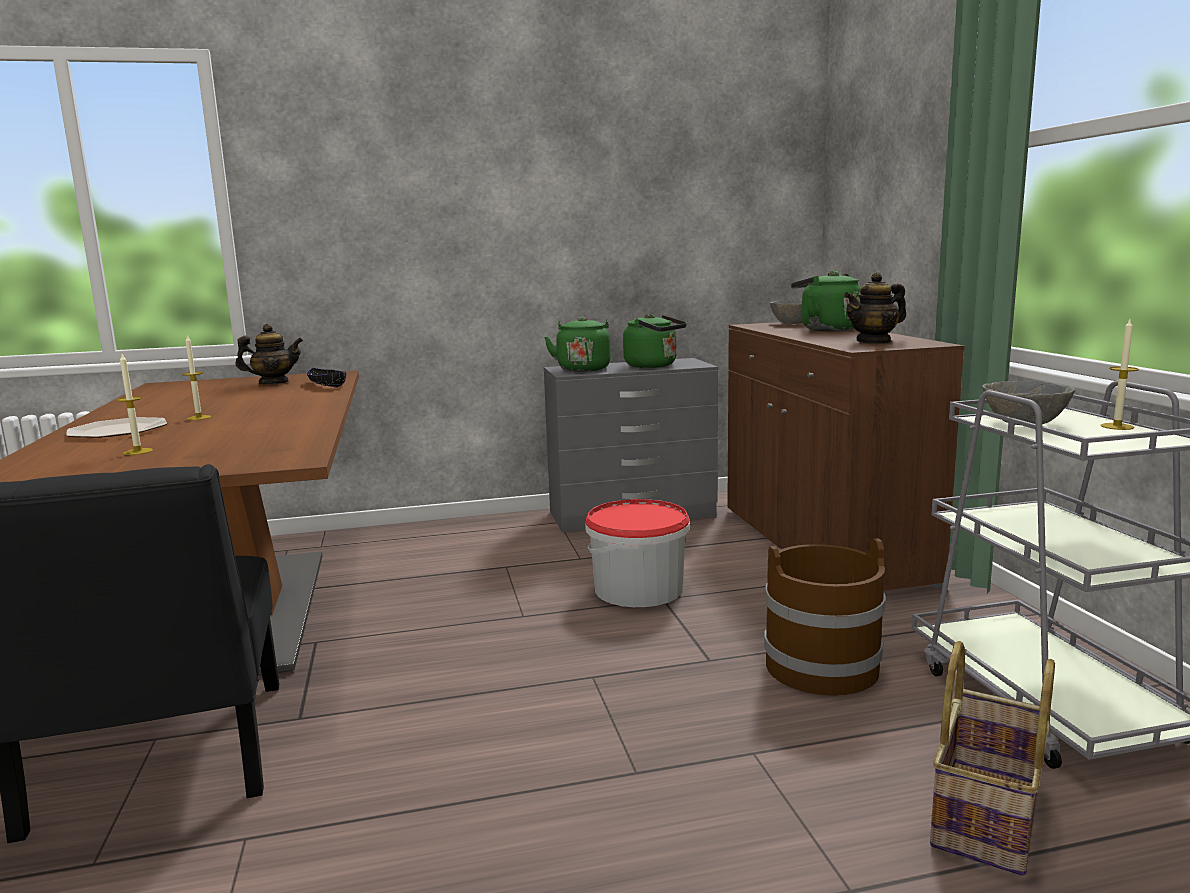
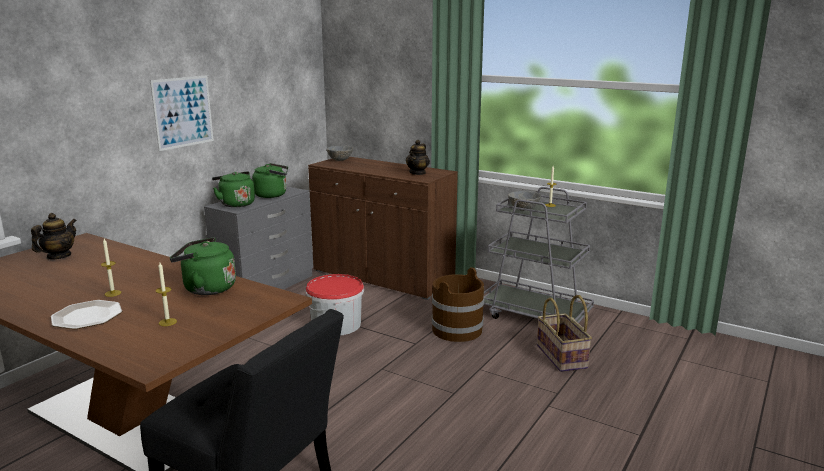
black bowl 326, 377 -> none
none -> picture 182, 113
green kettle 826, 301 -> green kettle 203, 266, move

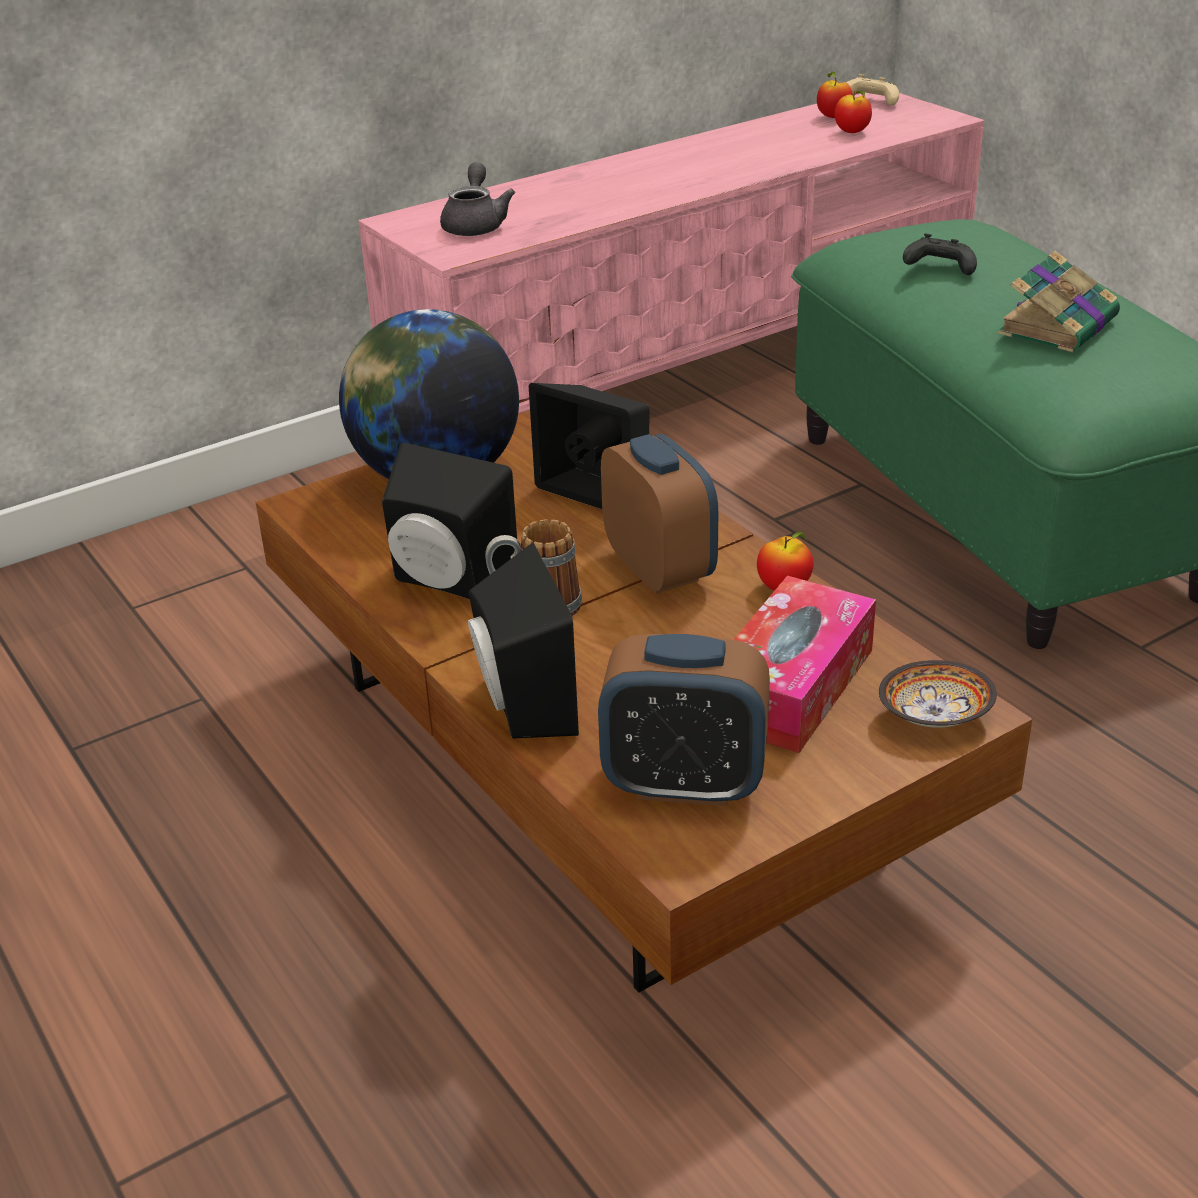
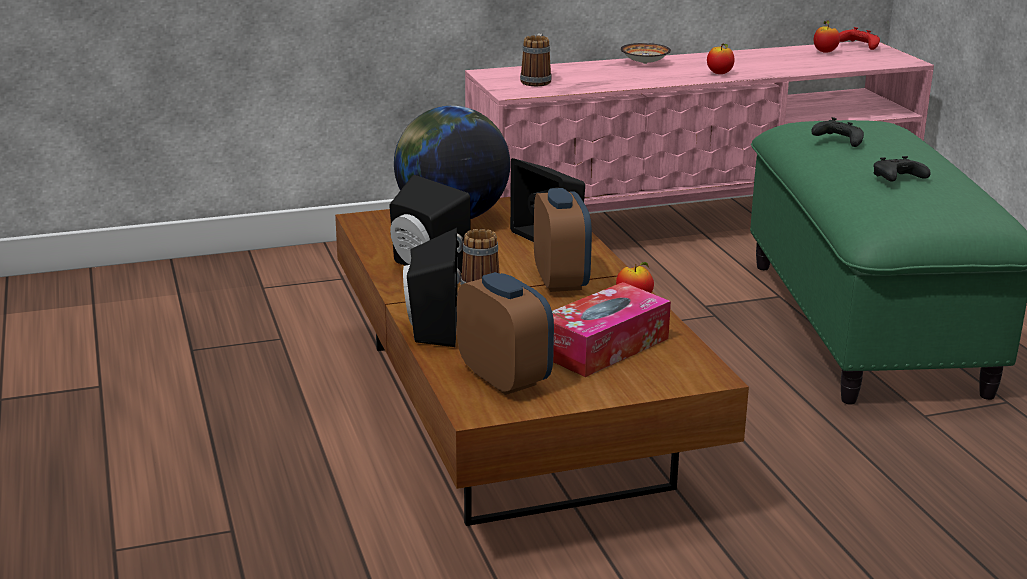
apple 853, 112 -> apple 721, 59, move
bowl 938, 694 -> bowl 645, 53, move
grey teapot 477, 199 -> mug 536, 60
book 1058, 301 -> black game controller 902, 169
beige game controller 872, 89 -> red game controller 859, 38
alarm clock 684, 720 -> alarm clock 505, 333, 150 degrees counterclockwise

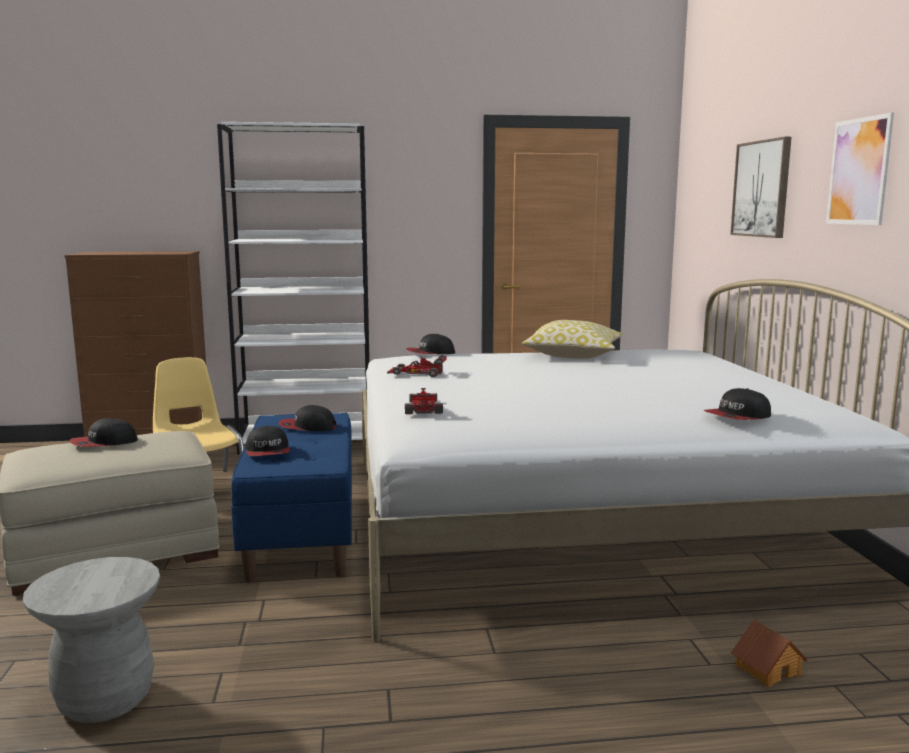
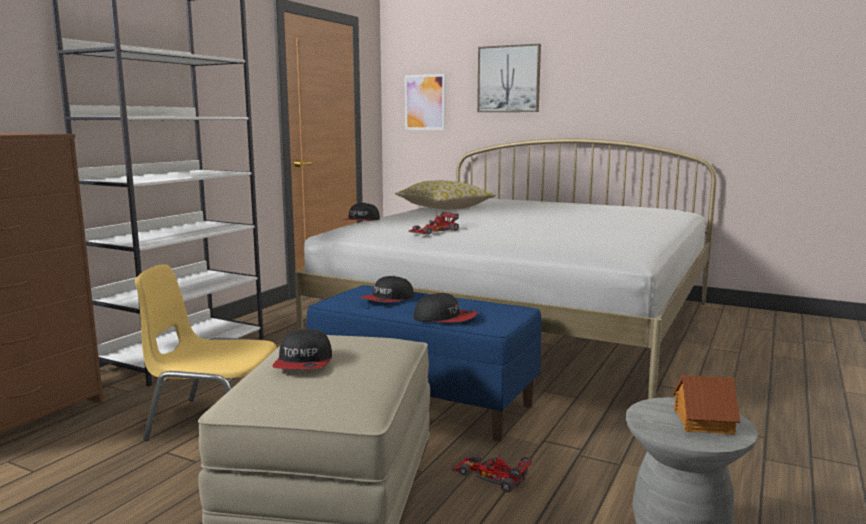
cap 737, 404 -> none
toy car 424, 401 -> toy car 492, 473, move
toy house 769, 653 -> toy house 706, 405, move
picture 860, 169 -> picture 425, 102, move

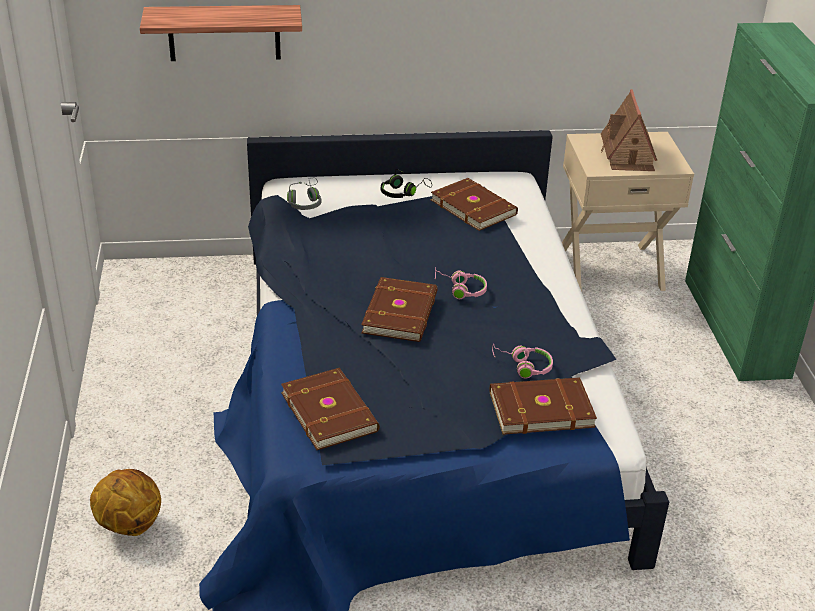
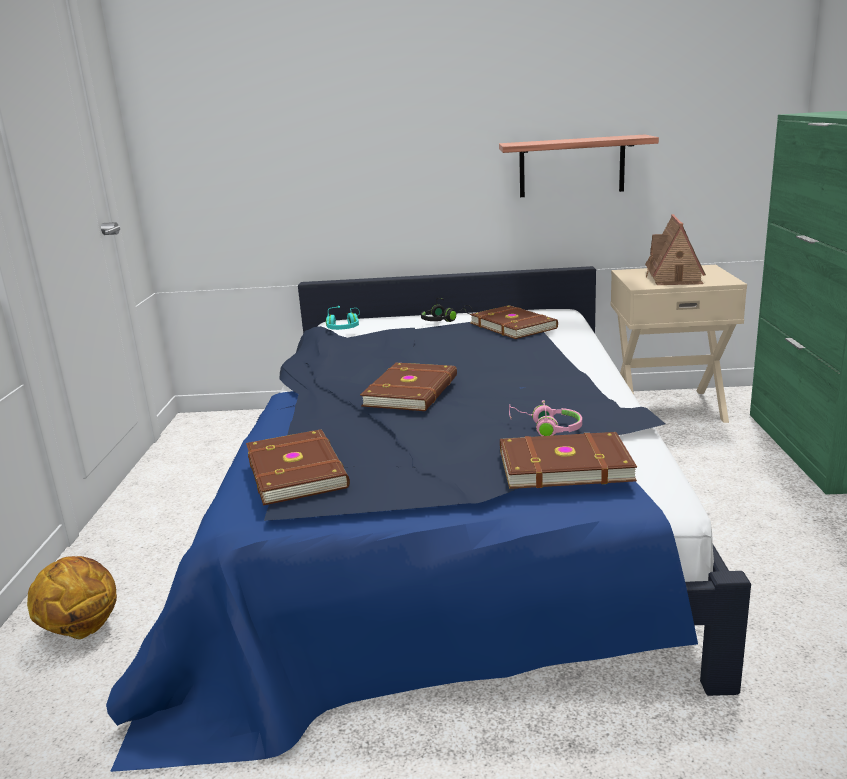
pink headphones 461, 283 -> none
shelf 221, 33 -> shelf 579, 166, move
grey headphones 304, 193 -> turquoise headphones 343, 318

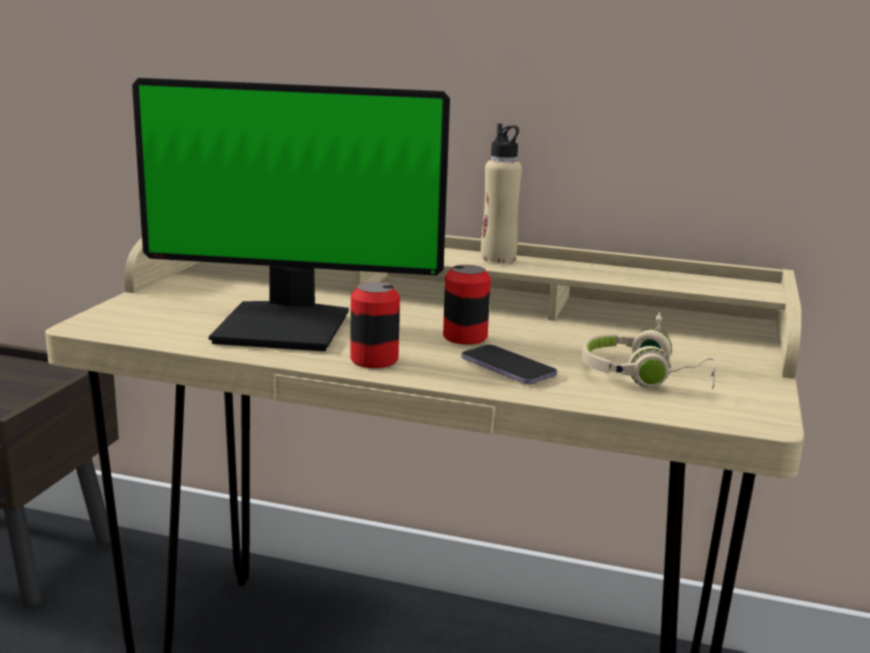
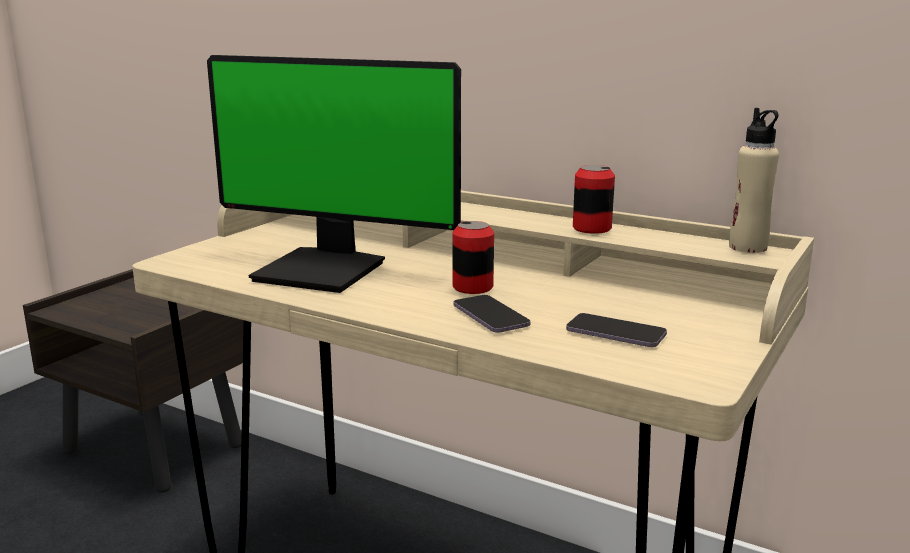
can 375, 325 -> can 594, 199, move
beige bottle 501, 193 -> beige bottle 754, 180, move
beige headphones 649, 350 -> phone 616, 330

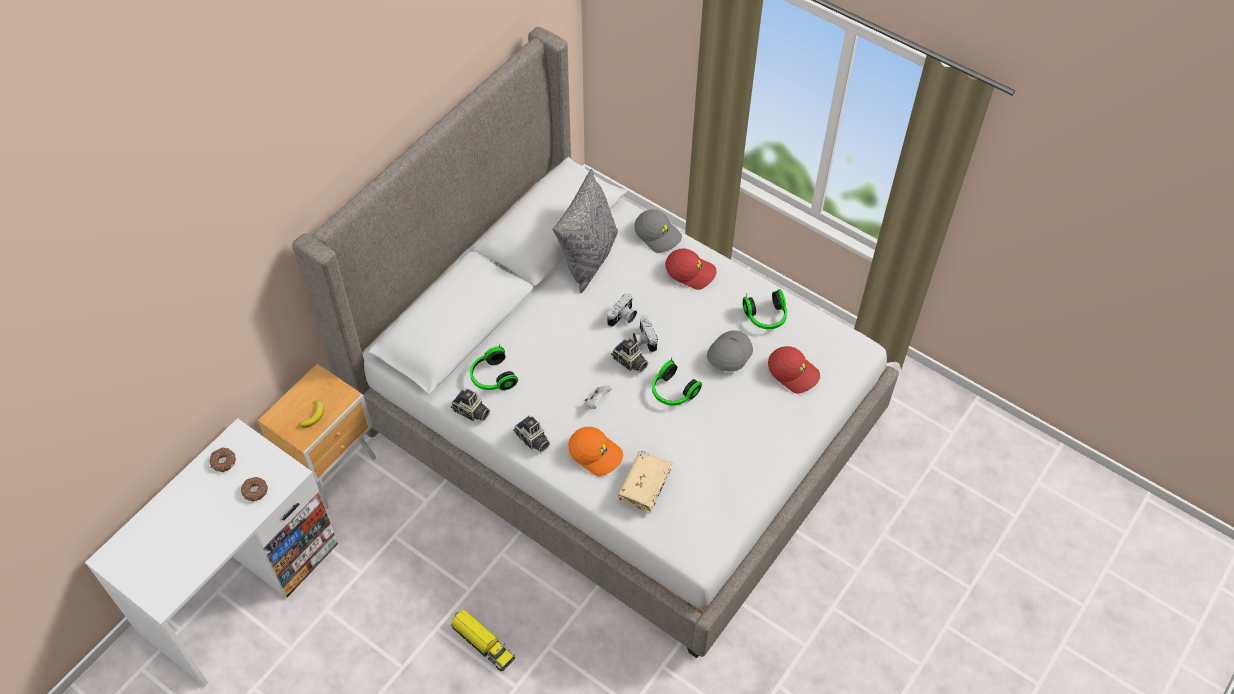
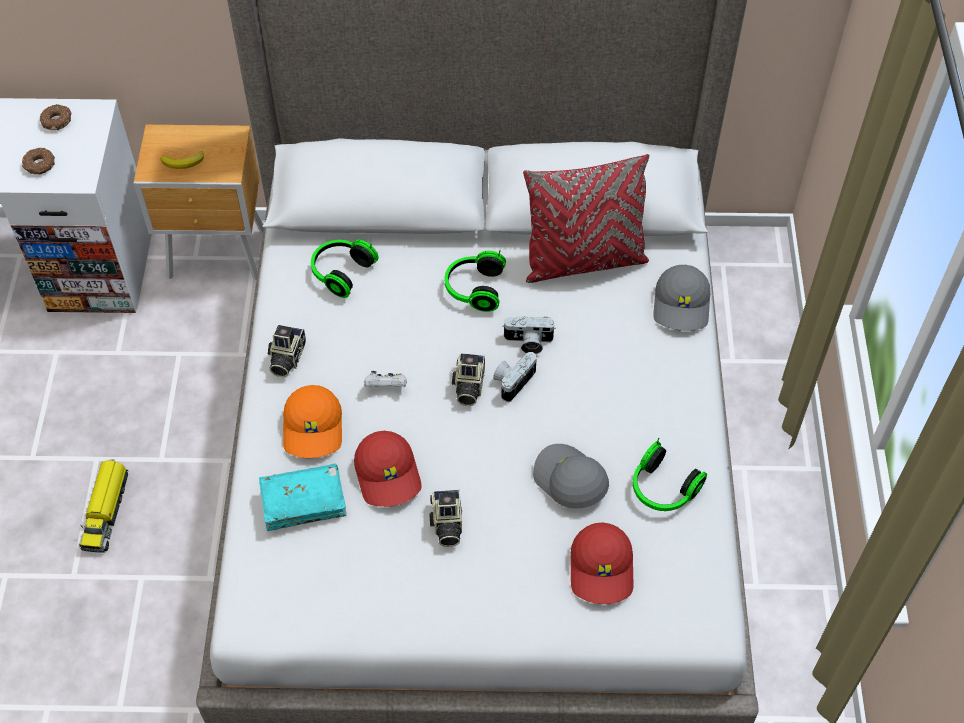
photo camera 470, 405 -> photo camera 445, 518, move
headphones 677, 381 -> headphones 475, 281, move
red cap 691, 269 -> red cap 388, 469, move
grey pillow 585, 231 -> red pillow 586, 218
beige book 644, 482 -> turquoise book 302, 497
grey cap 730, 351 -> grey cap 571, 476, 120 degrees counterclockwise

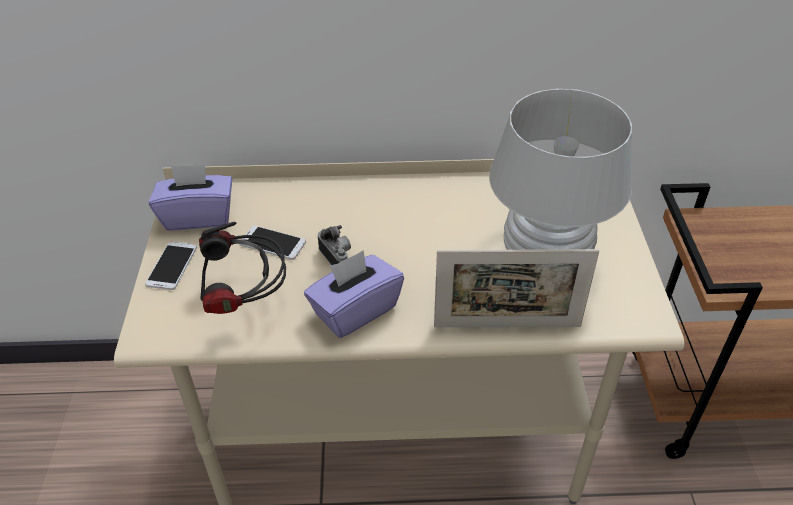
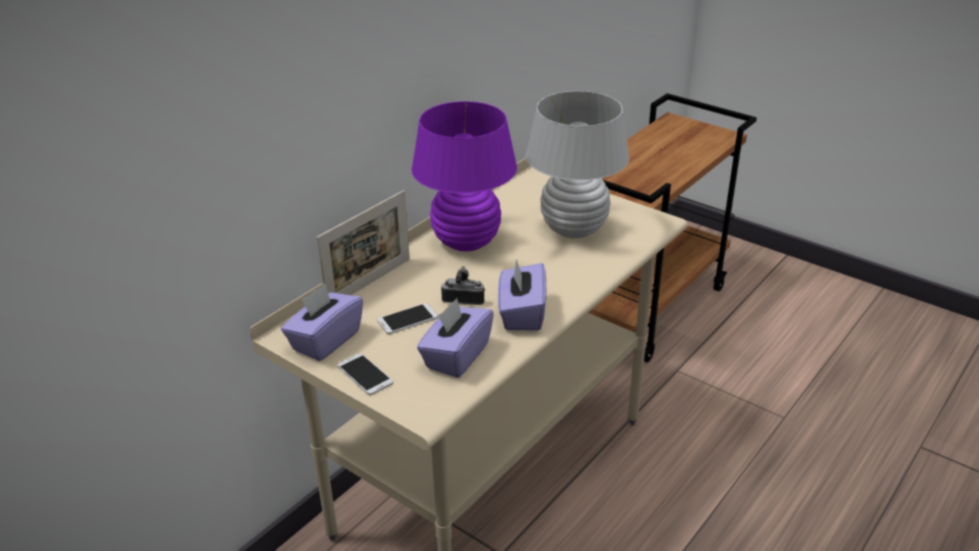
none -> purple table lamp 464, 176
picture frame 516, 288 -> picture frame 363, 242, move
headphones 242, 268 -> purple tissue box 455, 338

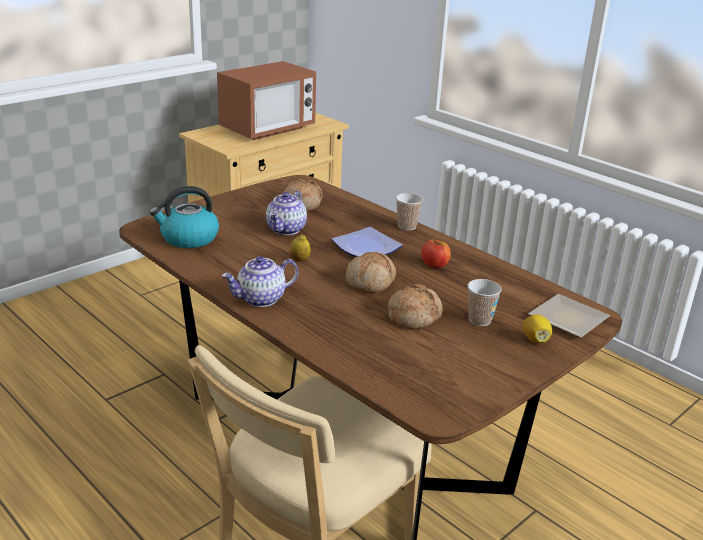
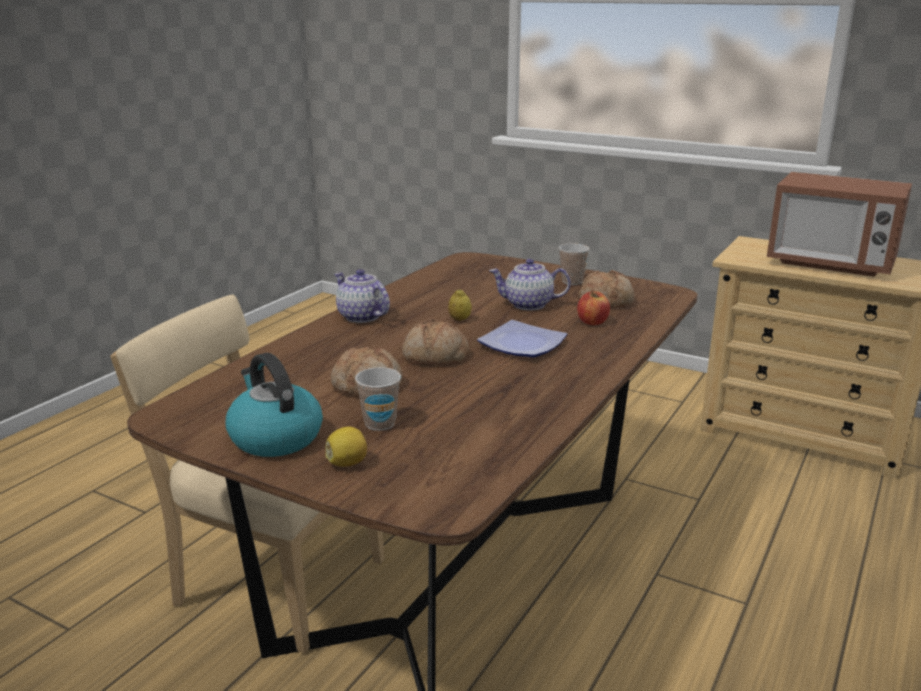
plate 569, 316 -> none
kettle 184, 217 -> kettle 274, 405, move
cup 409, 212 -> cup 574, 264, move
apple 436, 253 -> apple 593, 307, move

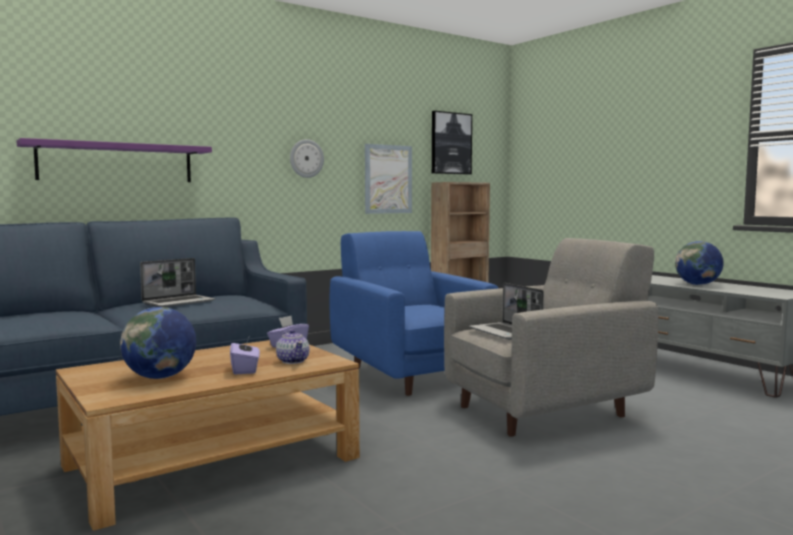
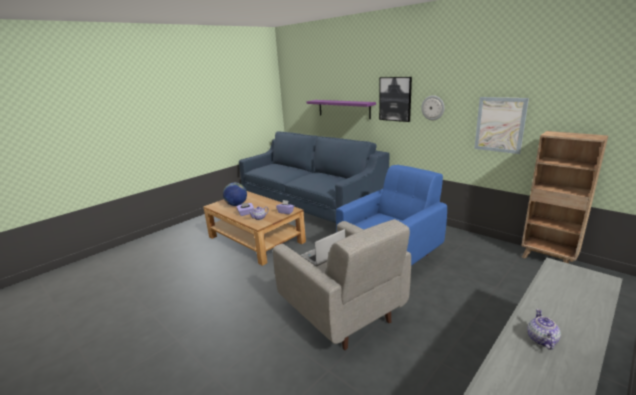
laptop 177, 282 -> none
picture 452, 142 -> picture 395, 99, move
globe 699, 263 -> teapot 544, 329

